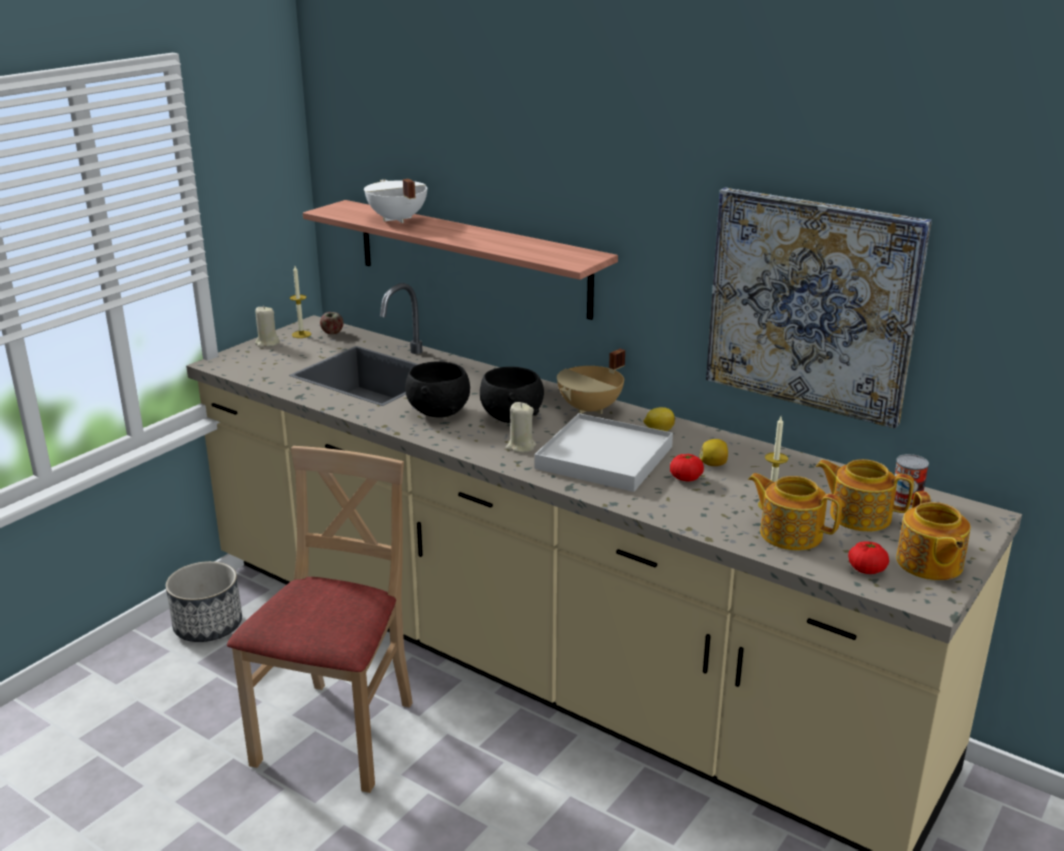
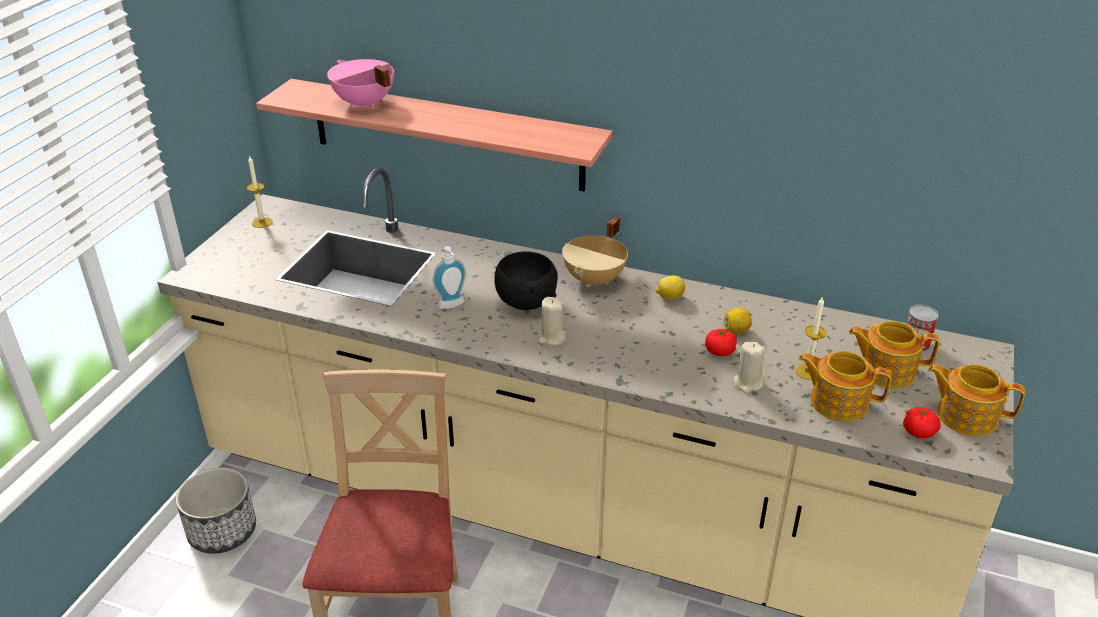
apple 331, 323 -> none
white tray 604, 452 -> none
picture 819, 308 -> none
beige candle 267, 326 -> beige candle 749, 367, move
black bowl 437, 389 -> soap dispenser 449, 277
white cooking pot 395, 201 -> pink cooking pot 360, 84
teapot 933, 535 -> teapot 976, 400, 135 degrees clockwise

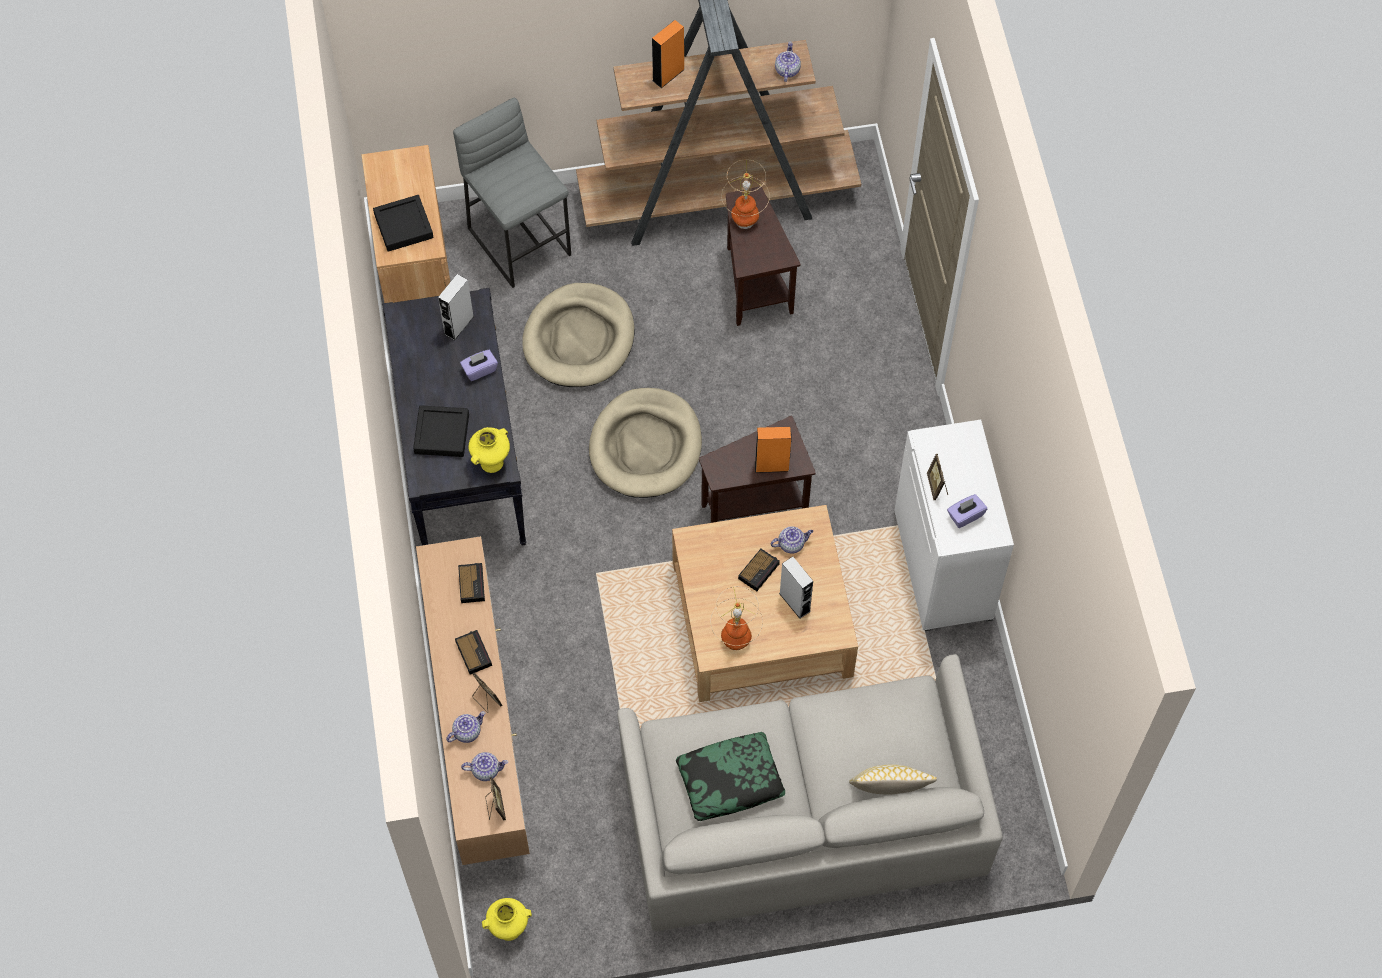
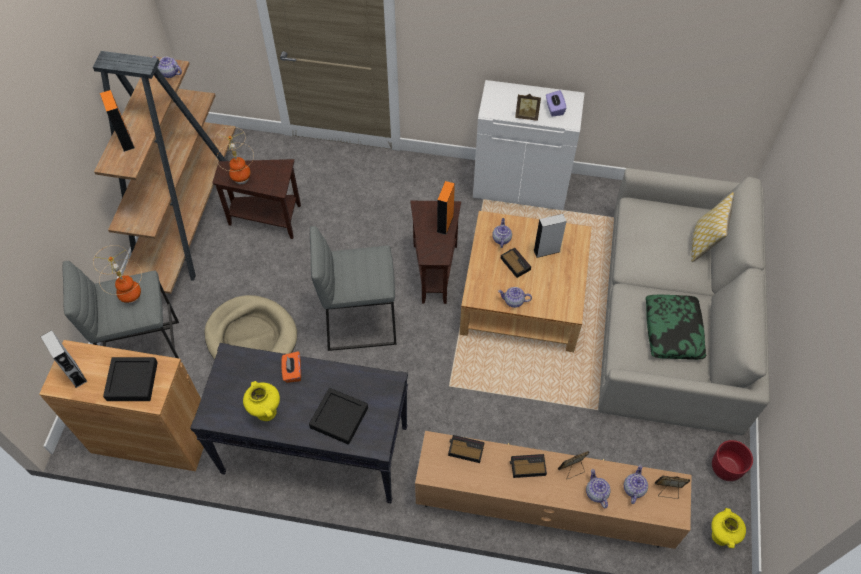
none -> teapot 515, 297
none -> red planter 732, 460
grey speaker 456, 307 -> grey speaker 64, 359, move
yellow vase 489, 450 -> yellow vase 261, 401, move
table lamp 737, 618 -> table lamp 117, 274, move
beige dog bed 645, 443 -> grey stool 353, 288
purple tissue box 479, 365 -> orange tissue box 291, 367

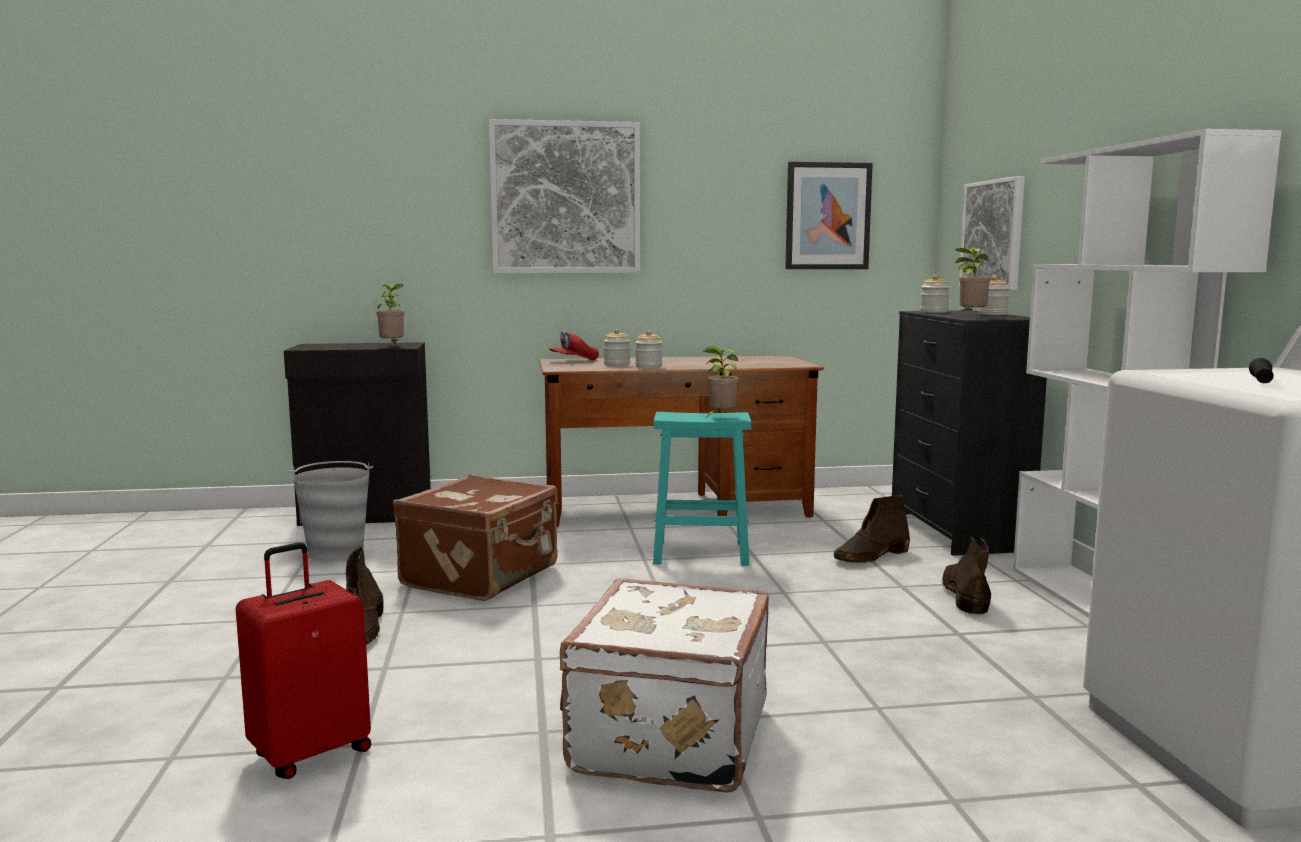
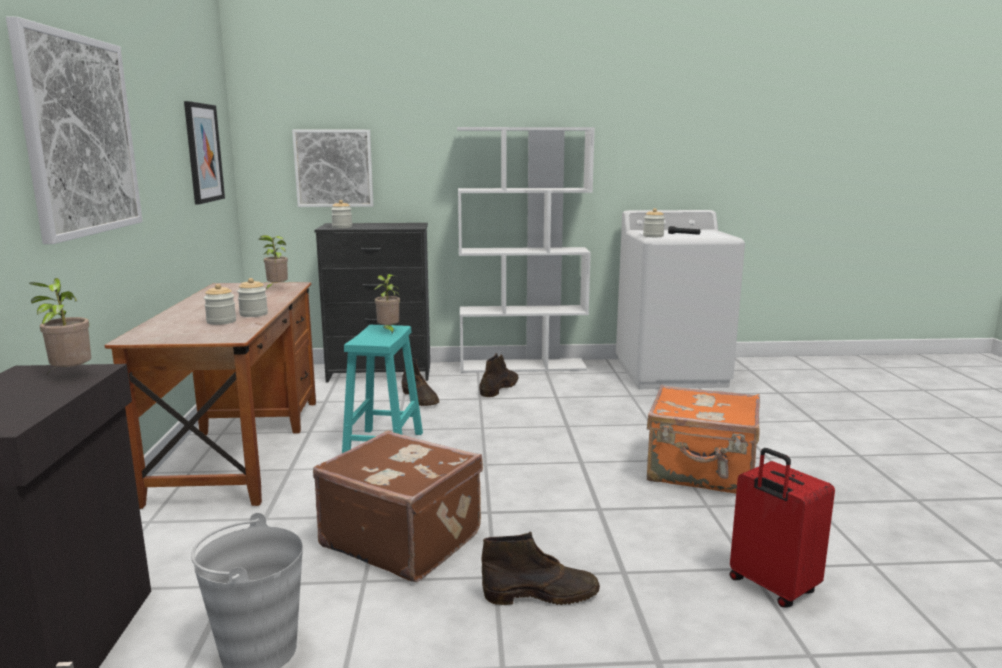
red cap 574, 345 -> none
potted plant 973, 279 -> potted plant 273, 262, move
jar 994, 295 -> jar 654, 222, move
white suitcase 664, 685 -> orange suitcase 703, 439
brown boot 966, 575 -> brown boot 499, 375, 105 degrees clockwise

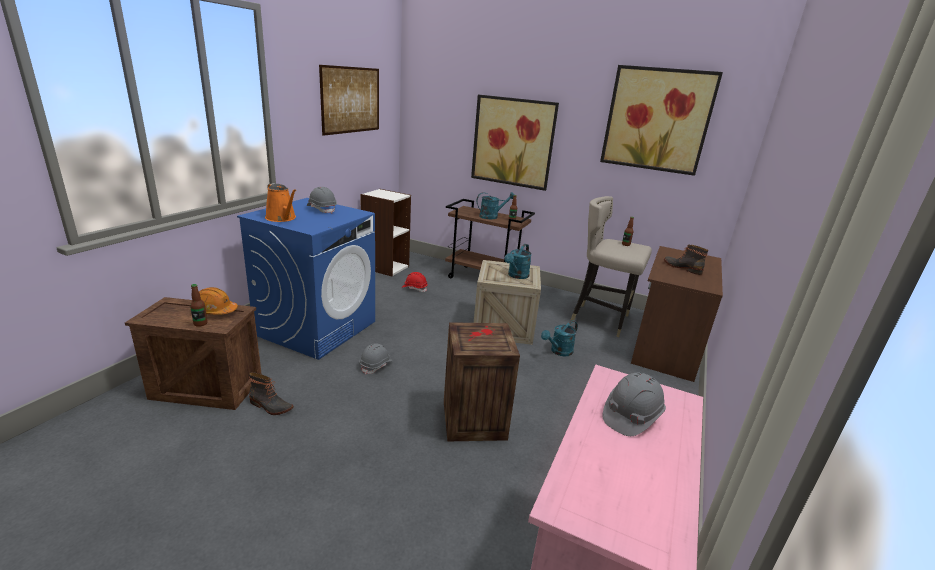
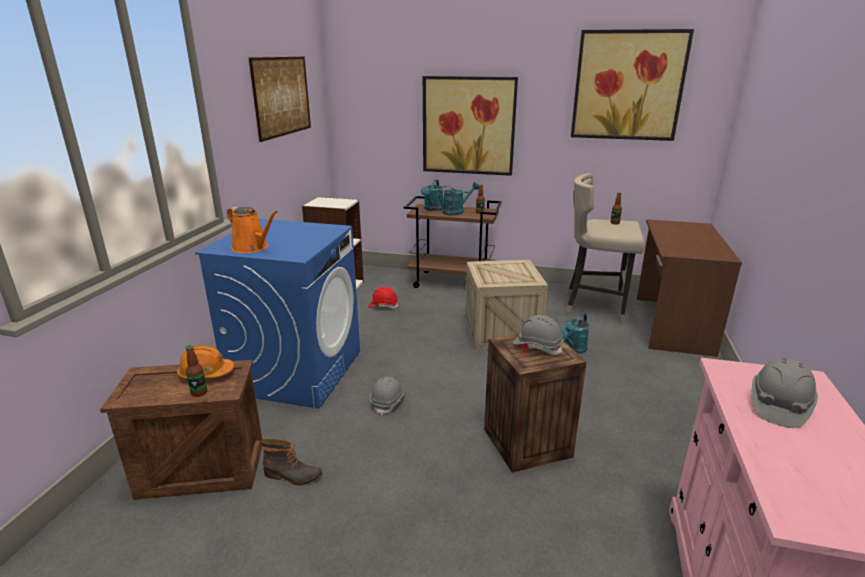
boot 686, 259 -> none
grey hard hat 322, 200 -> grey hard hat 538, 335, move
turquoise watering can 518, 261 -> turquoise watering can 432, 195, move

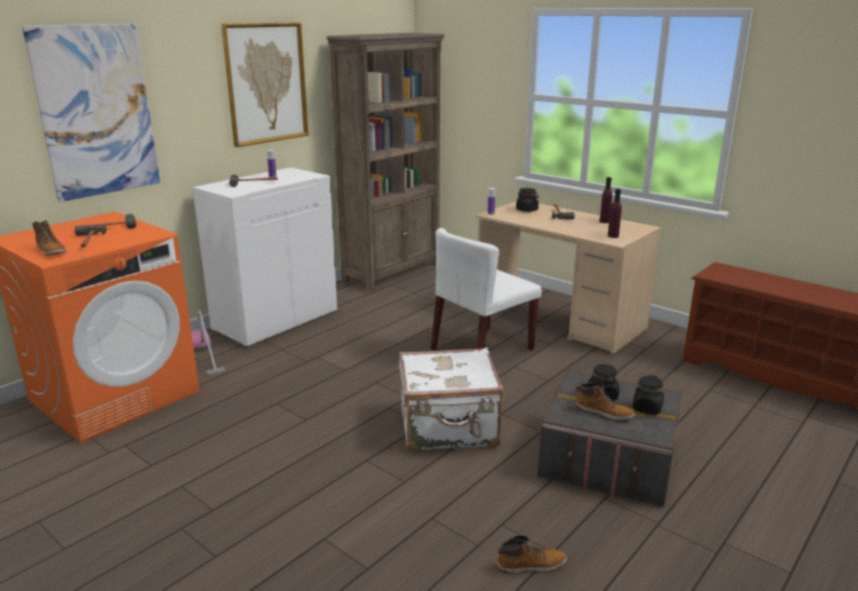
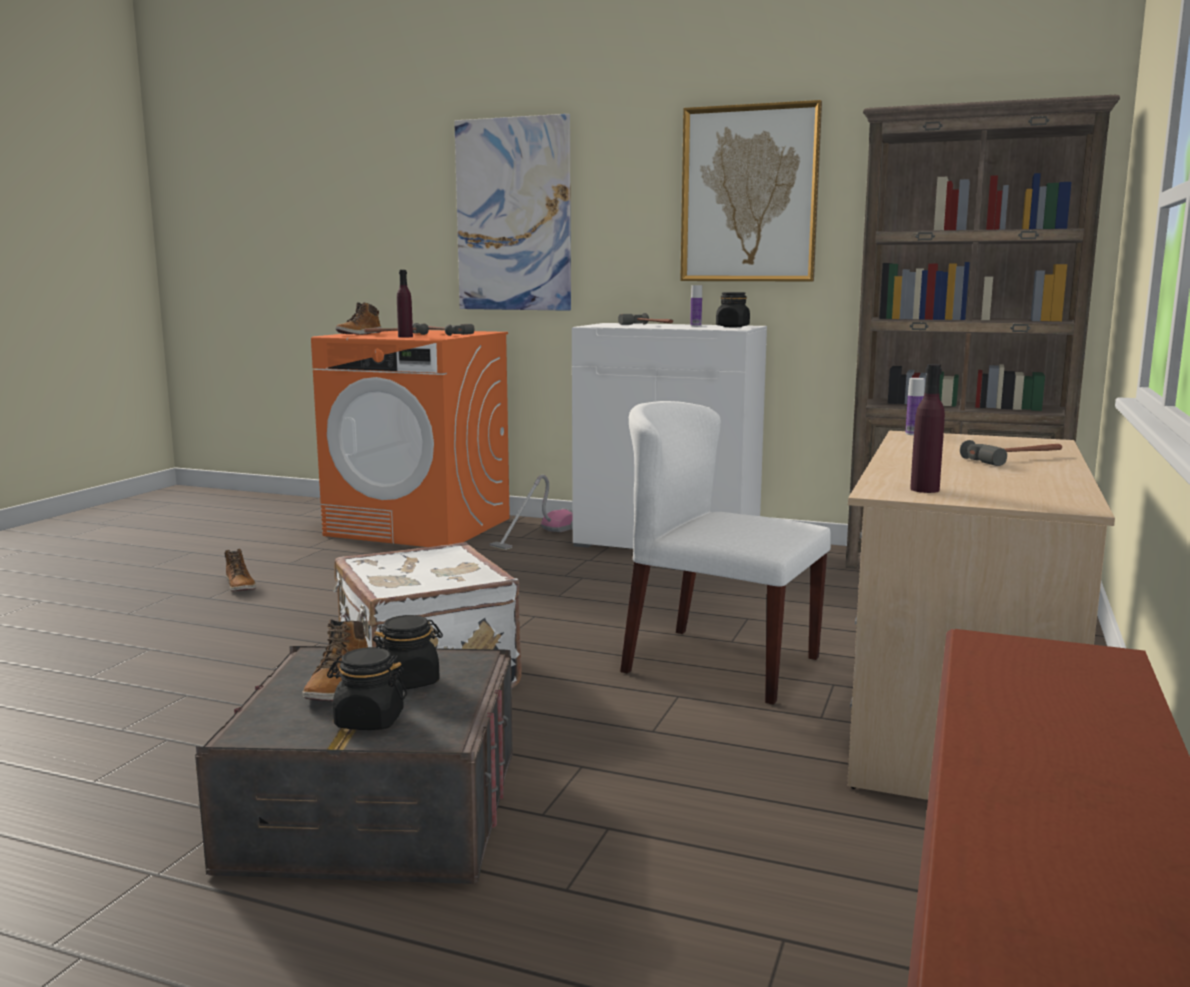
boot 532, 554 -> boot 240, 570, move
black jar 527, 200 -> black jar 733, 309, move
purple bottle 606, 200 -> purple bottle 405, 304, move

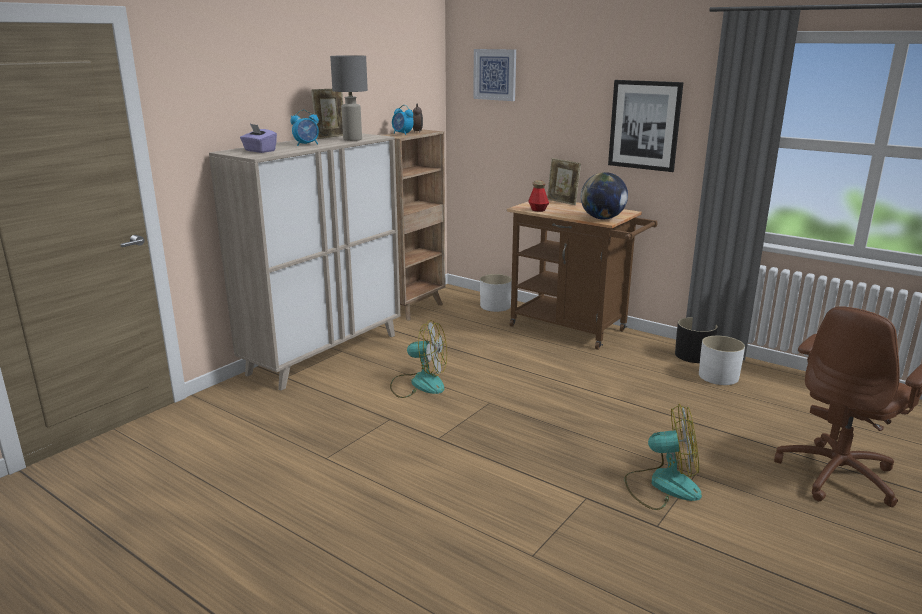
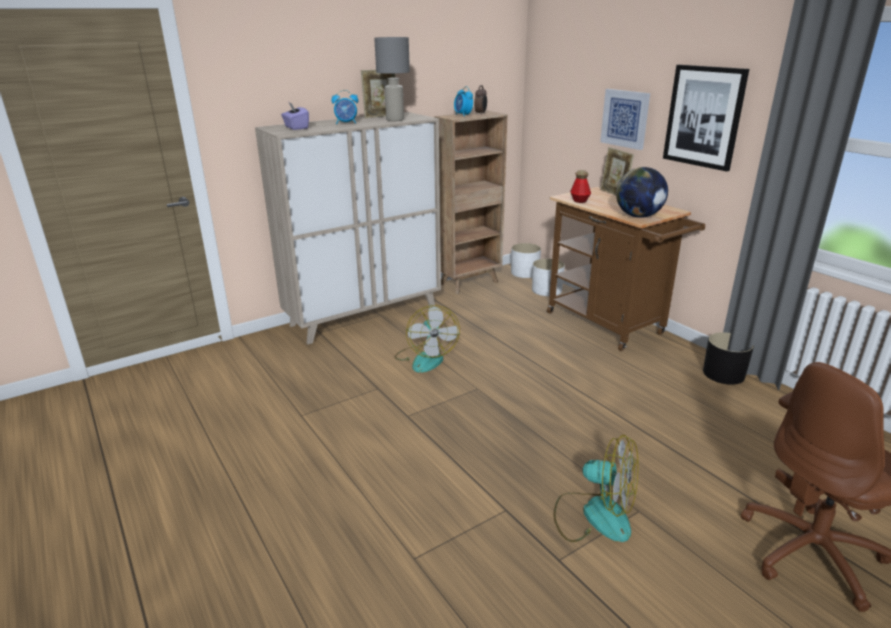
picture 494, 75 -> picture 625, 119, move
white planter 722, 360 -> white planter 526, 260, move
fan 418, 359 -> fan 427, 339, 45 degrees clockwise

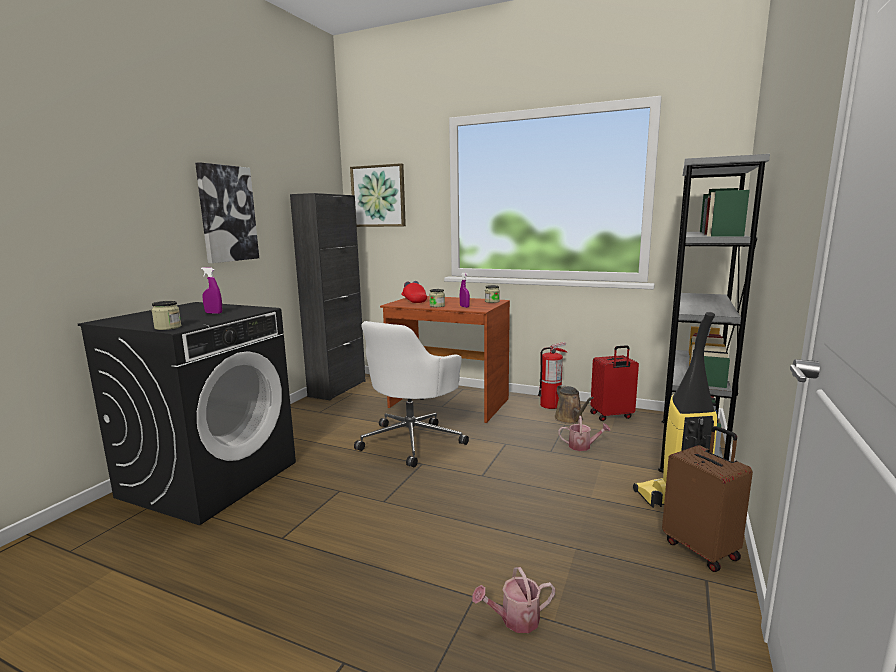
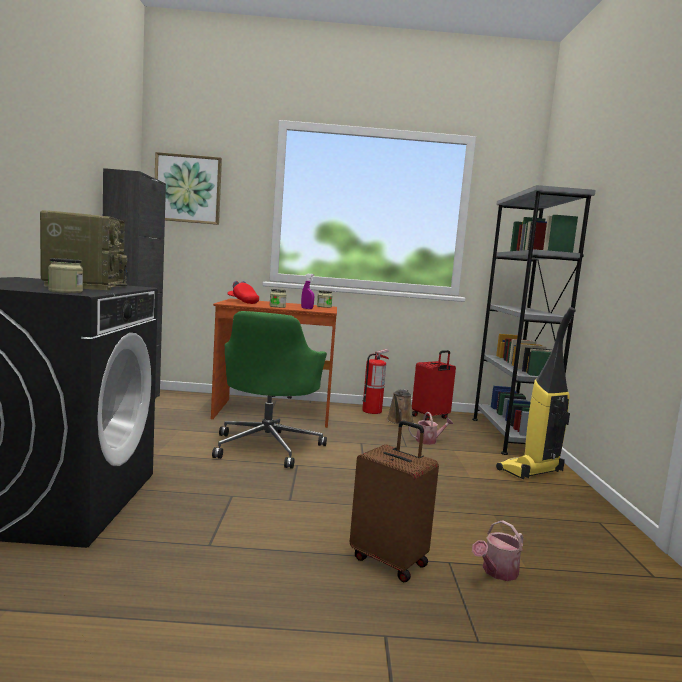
picture 227, 212 -> none
brown suitcase 707, 499 -> brown suitcase 394, 501, move
purple spray bottle 211, 290 -> radio 84, 250
white office chair 411, 394 -> green office chair 269, 390
brown watering can 574, 404 -> brown watering can 400, 407, 60 degrees clockwise

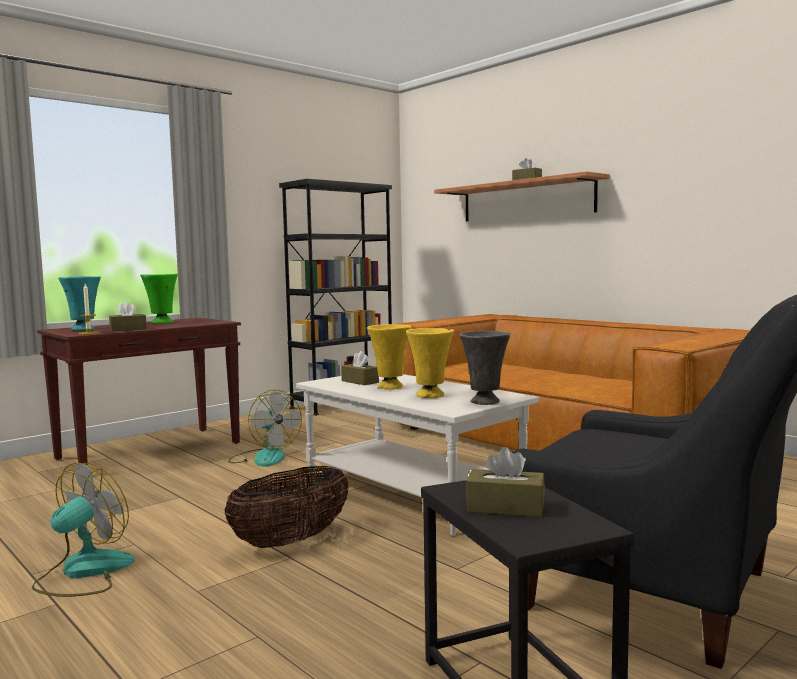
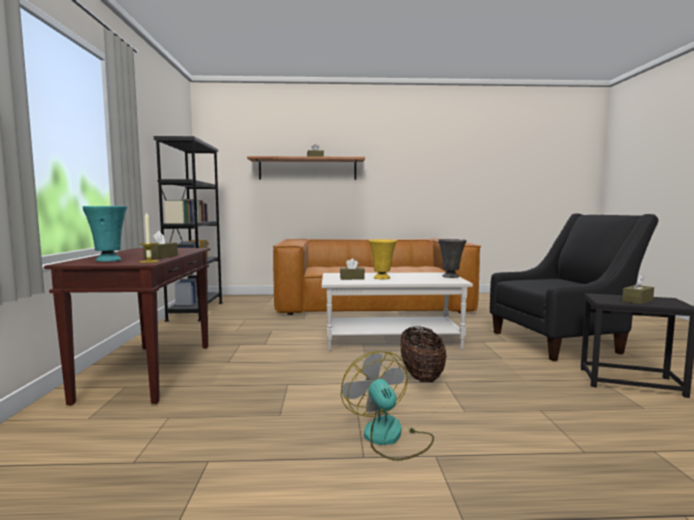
green vase 159, 298 -> none
fan 265, 428 -> none
yellow vase 430, 363 -> none

